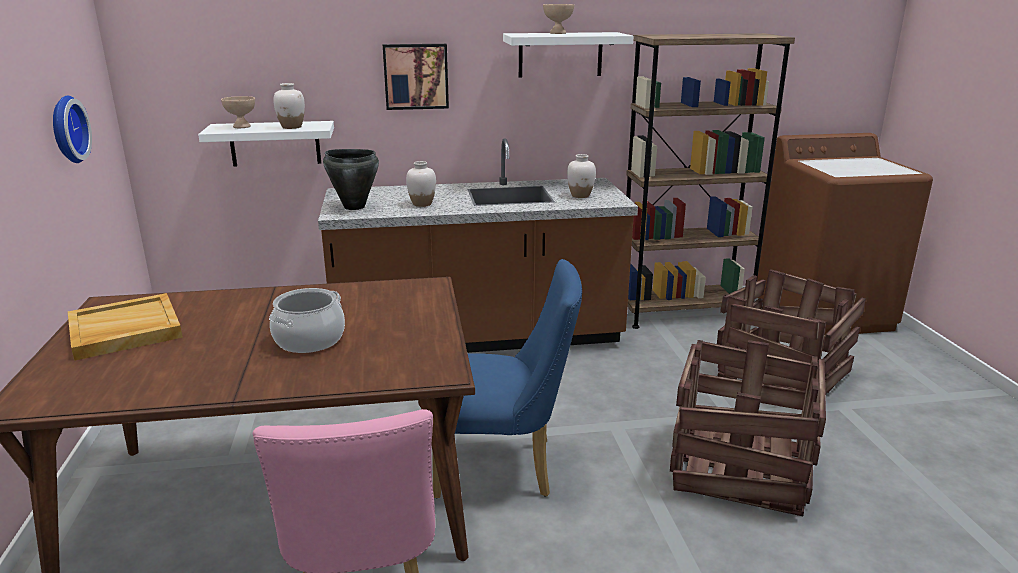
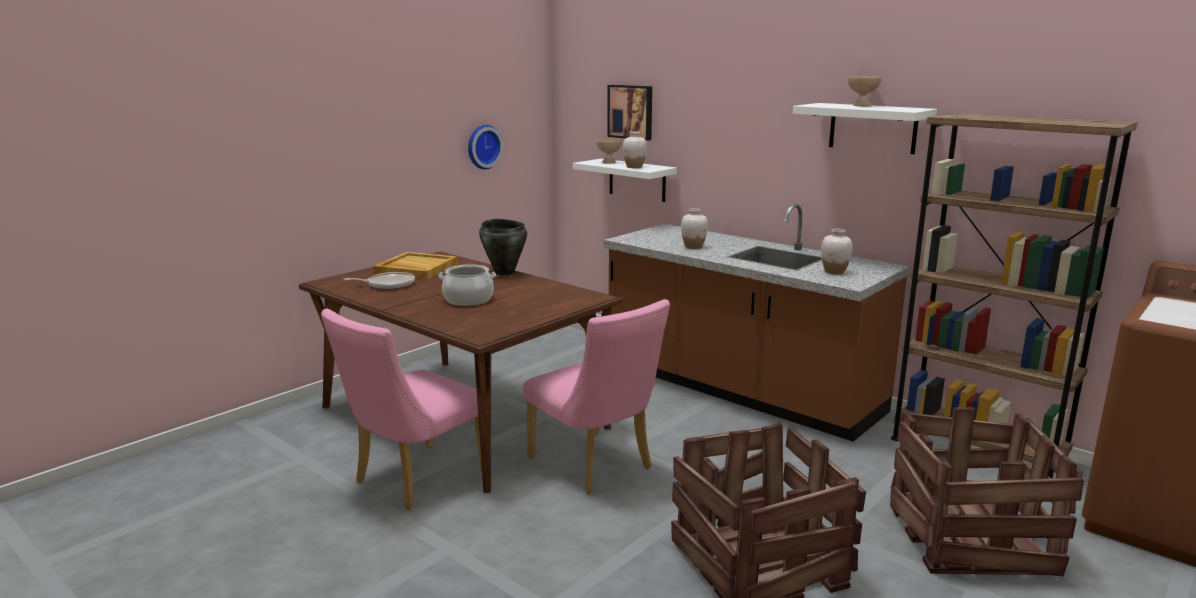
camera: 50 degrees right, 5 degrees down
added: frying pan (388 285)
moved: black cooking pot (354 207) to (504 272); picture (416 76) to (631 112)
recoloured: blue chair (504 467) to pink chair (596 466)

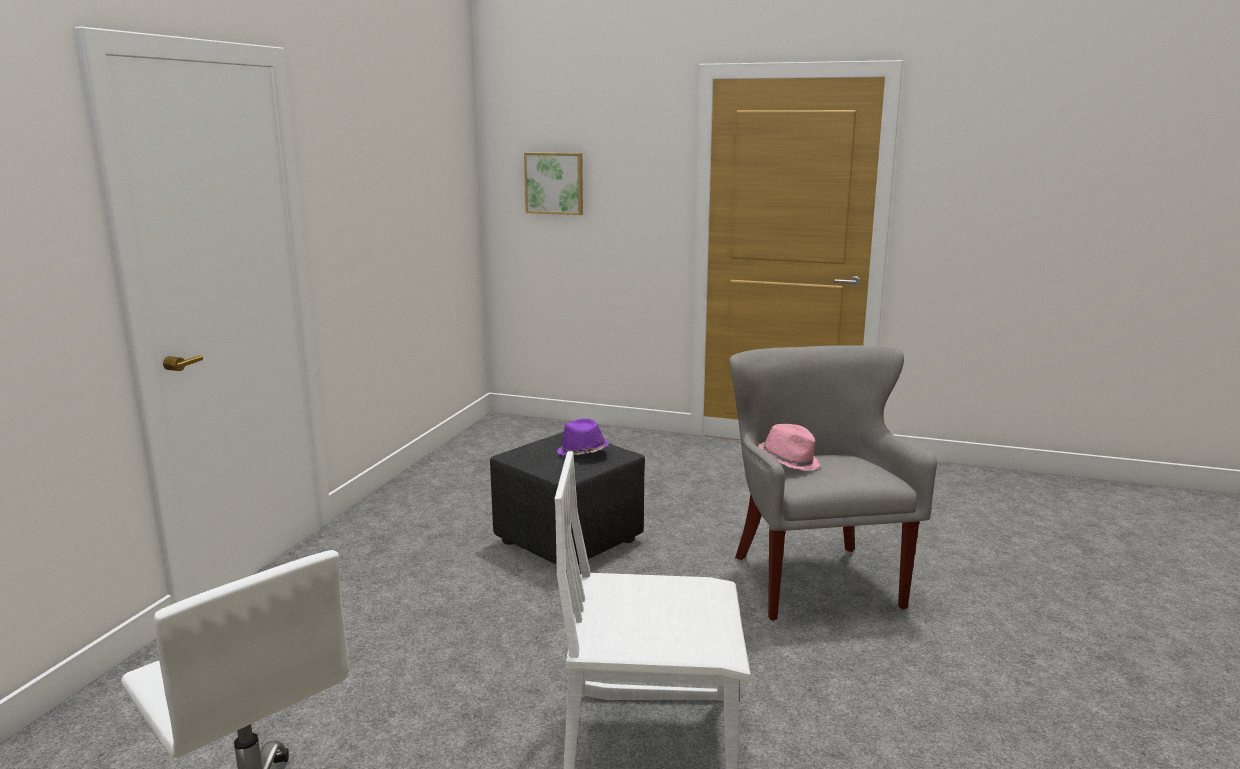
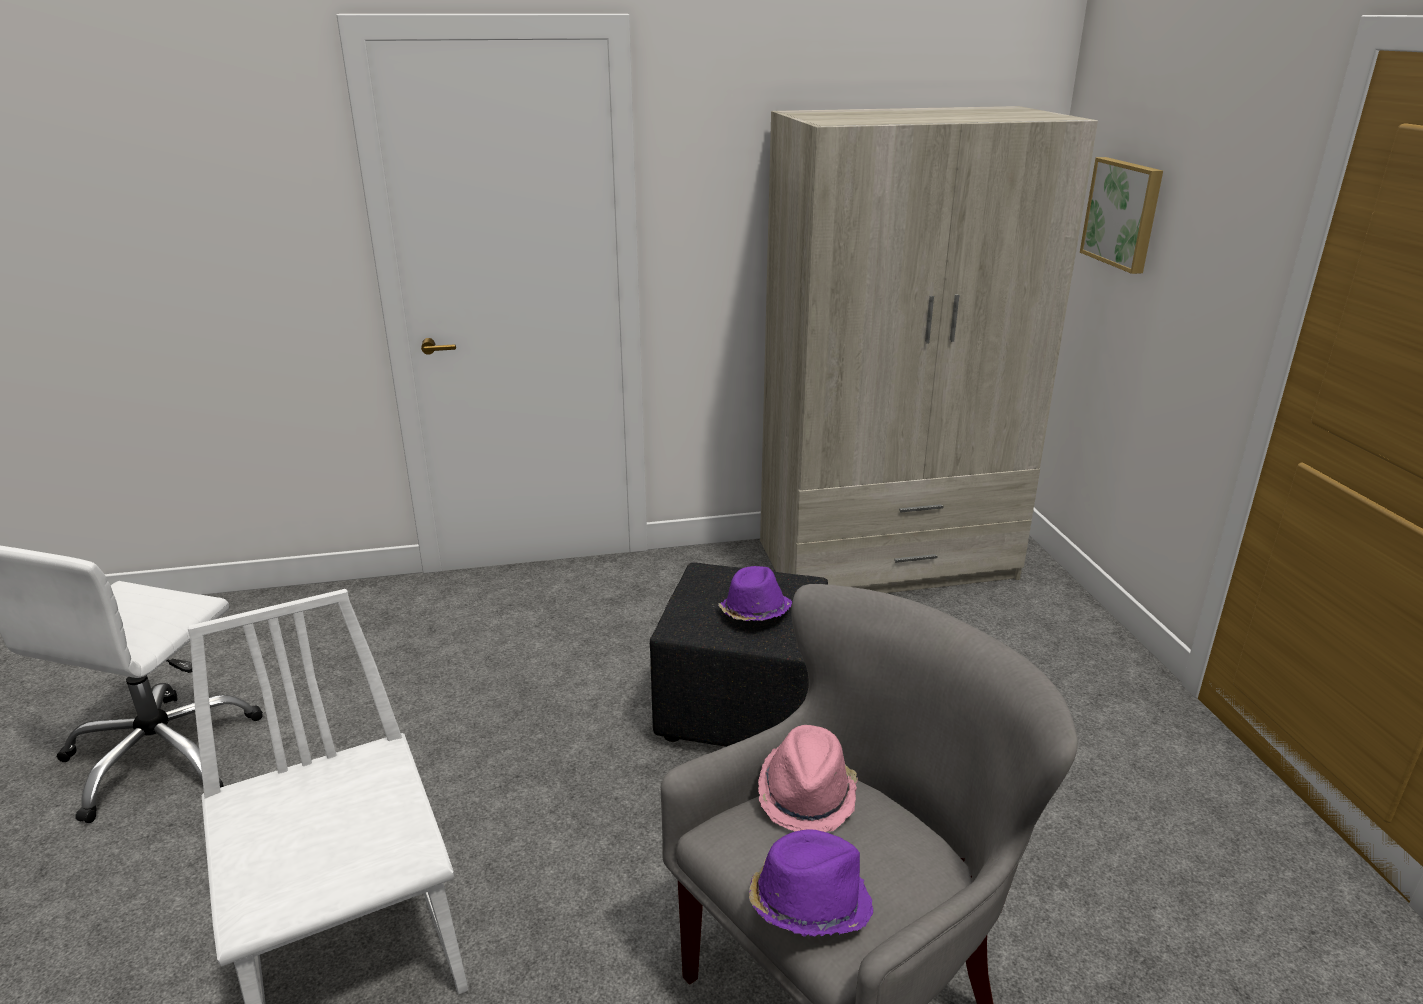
camera: 60 degrees right, 10 degrees up
added: purple hat (808 903); beige wardrobe (887 561)

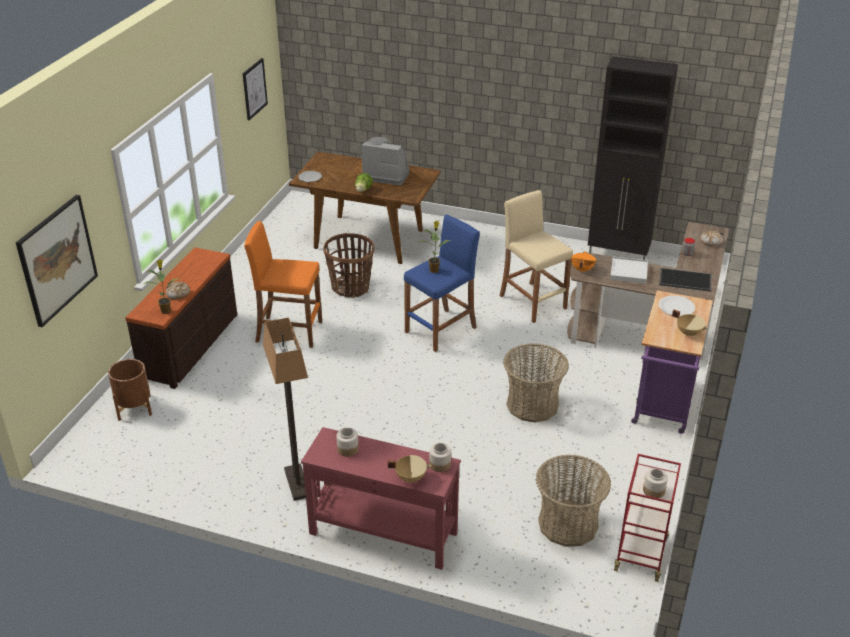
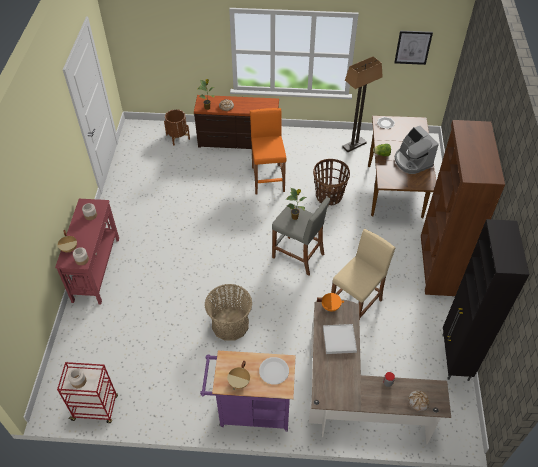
camera: 75 degrees right, 15 degrees up
removed: picture (57 259); basket (568 524); tray (684 280)
added: brown bookcase (438 265)
moved: floor lamp (297 483) to (354 145)
recoloured: blue stool (441 330) to grey stool (298 256)
turned: coffee machine (386 174) = (412 161) 150 degrees clockwise

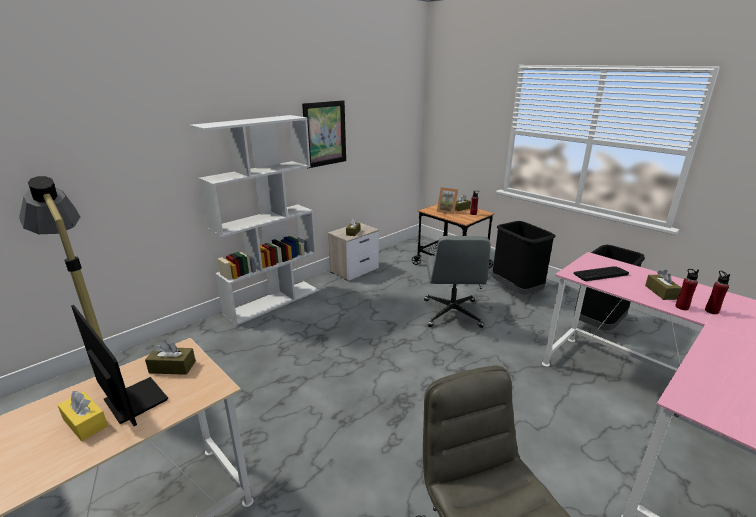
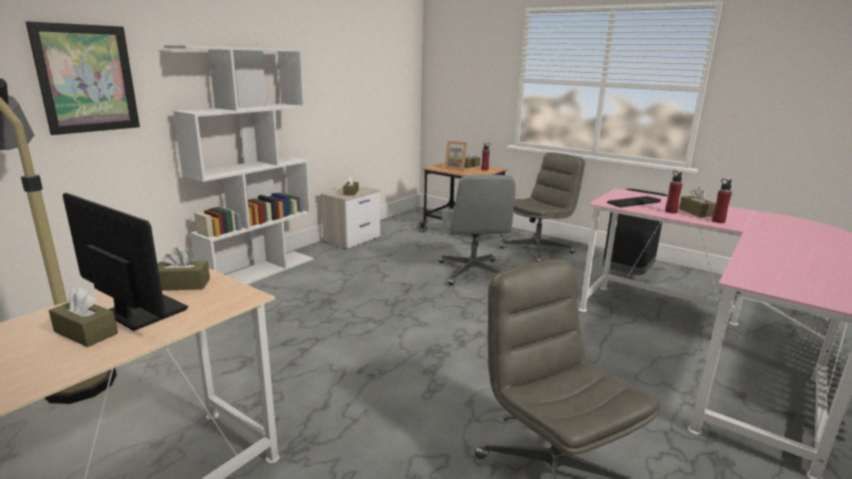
camera: 10 degrees left, 5 degrees down
moved: picture (325 134) to (87 79); red bottle (711 311) to (670 211)
replaced: black trash can (516 291) to grey office chair (537 250)
recoloured: yellow tissue box (85 423) to brown tissue box (86 333)

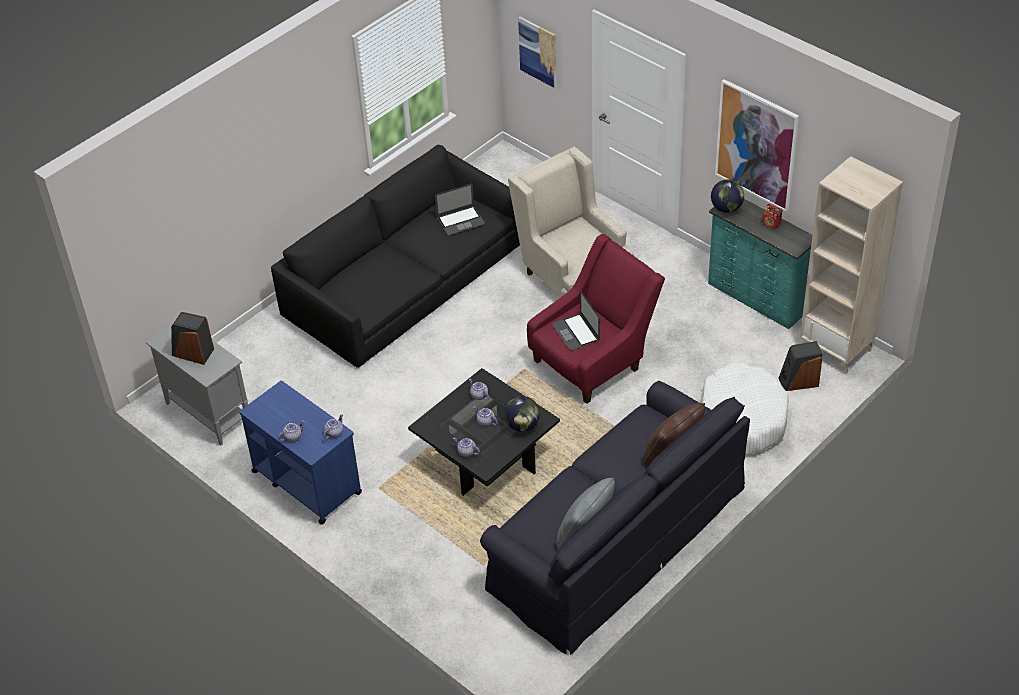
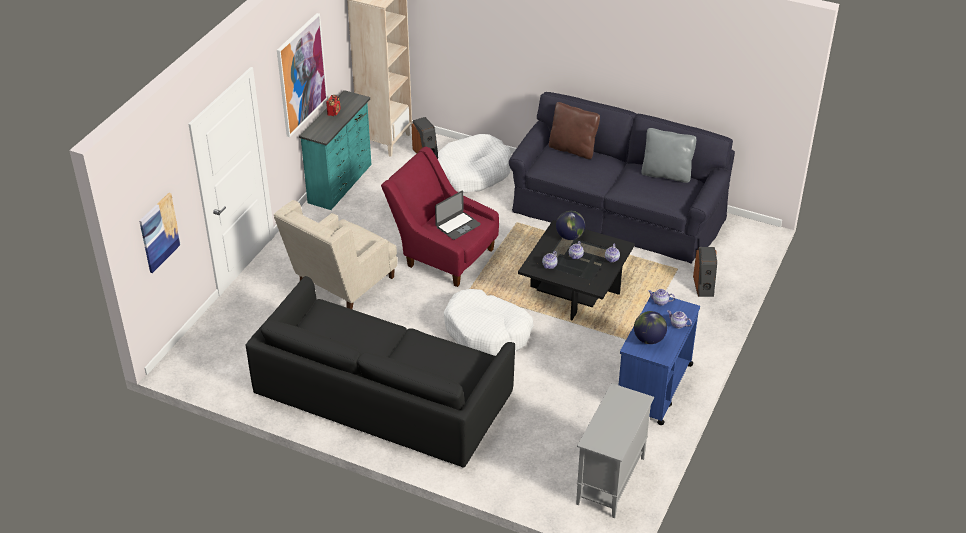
camera: 110 degrees left, 5 degrees down
removed: laptop (460 220)
added: white dog bed (487 331)
moved: speaker (193 353) to (704 286); globe (726 208) to (649 339)

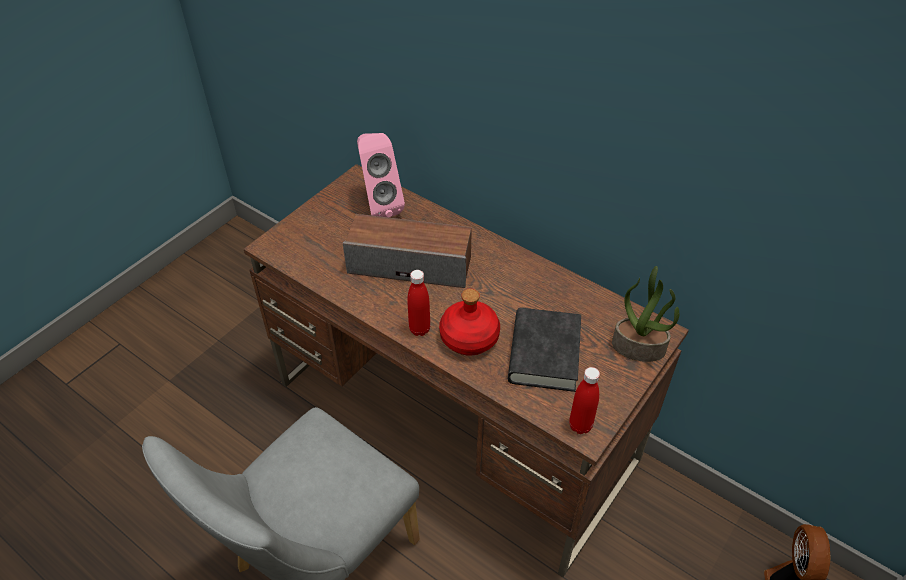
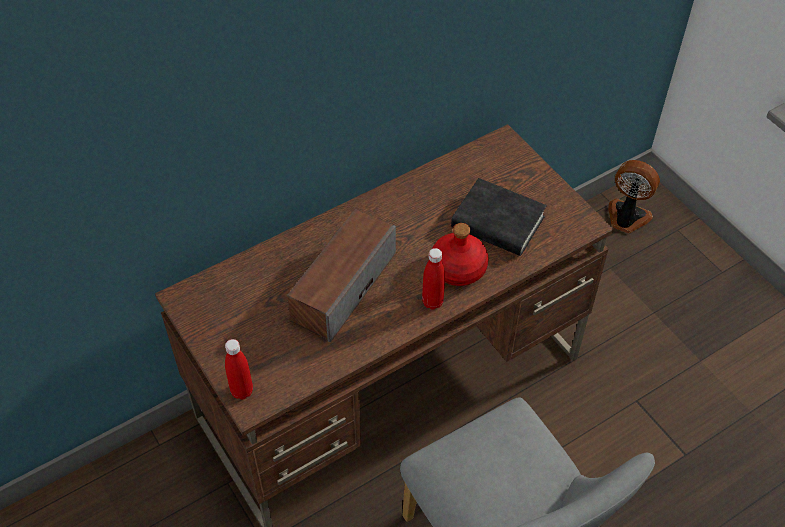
camera: 70 degrees left, 5 degrees up
removed: pink speaker (379 206); potted plant (639 347)
moved: red bottle (580 425) to (242 391)

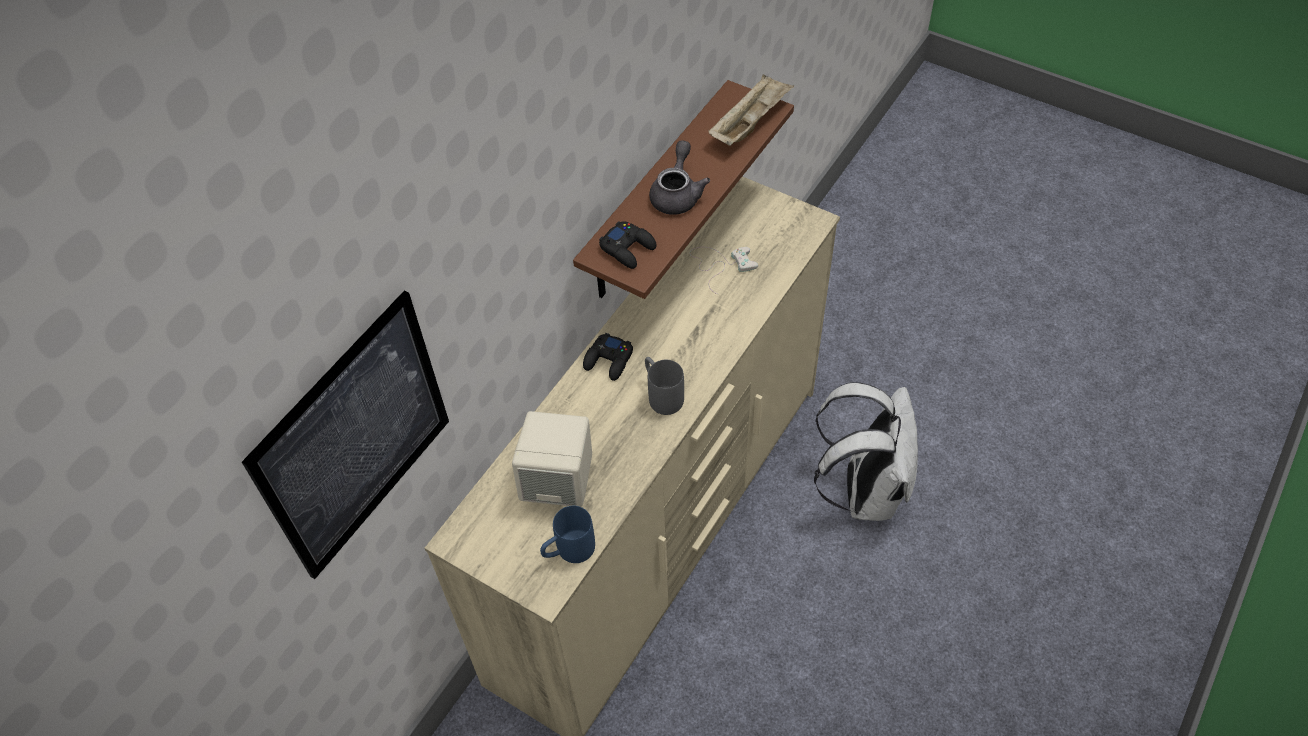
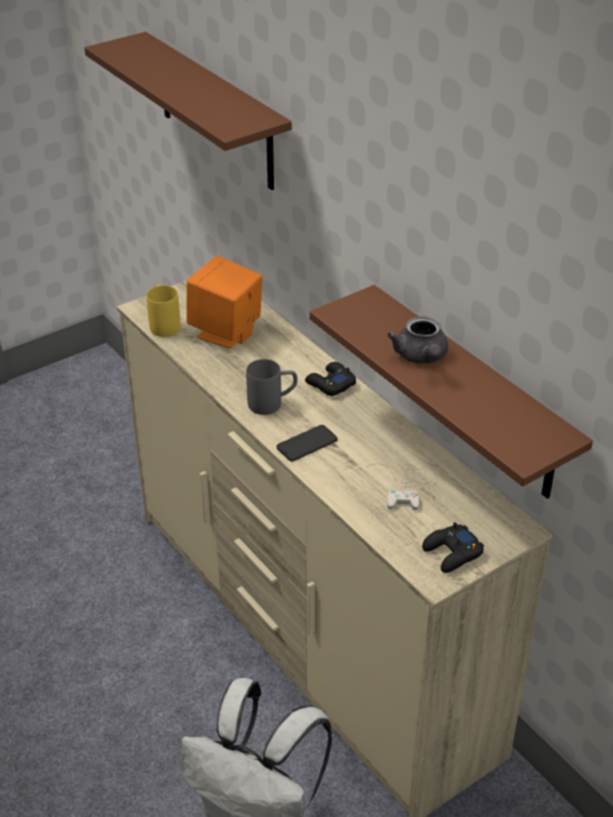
camera: 110 degrees right, 15 degrees down
removed: beige tray (750 123)
added: phone (307 444)
moved: black game controller (628 248) to (452 553)
replaced: picture (355 437) to brown shelf (215 112)
recoloured: beige speaker (559 483) to orange speaker (226 332); blue mug (568 552) to yellow mug (164 324)
turned: grey teapot (677 194) = (421 357) 45 degrees clockwise

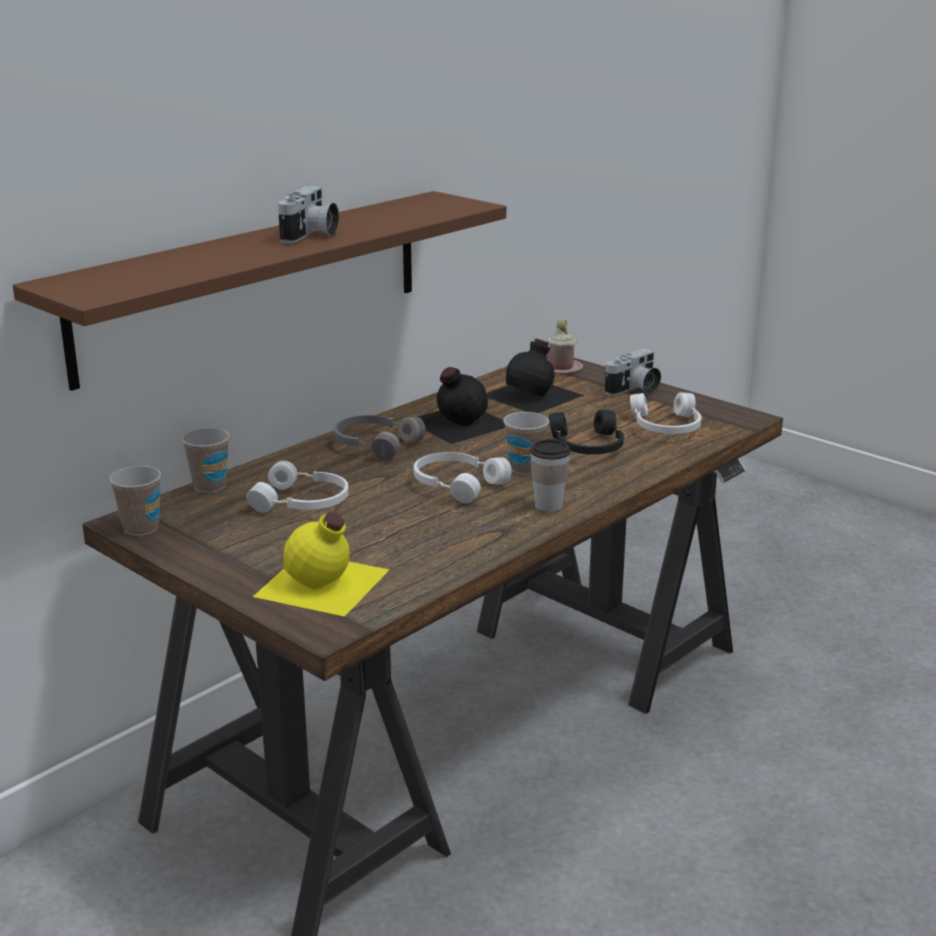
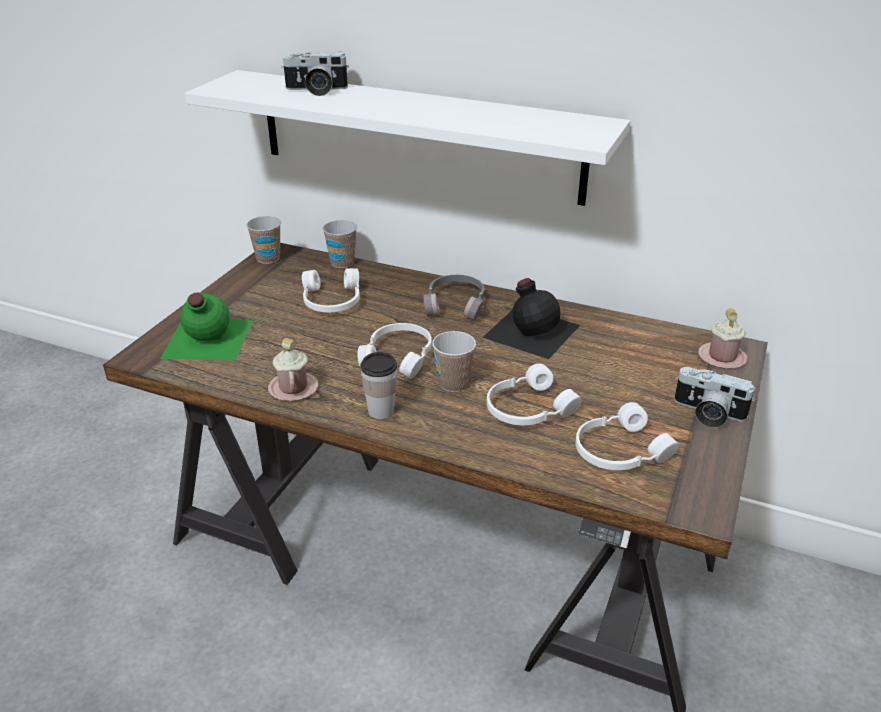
camera: 70 degrees right, 10 degrees up
removed: black bottle (534 395)
added: pink mug (293 388)
moved: photo camera (311 235) to (316 90)
recoloured: brown shelf (254 283) to white shelf (418 136); yellow bottle (323 584) to green bottle (206 339); black headphones (586 447) to white headphones (527 409)

